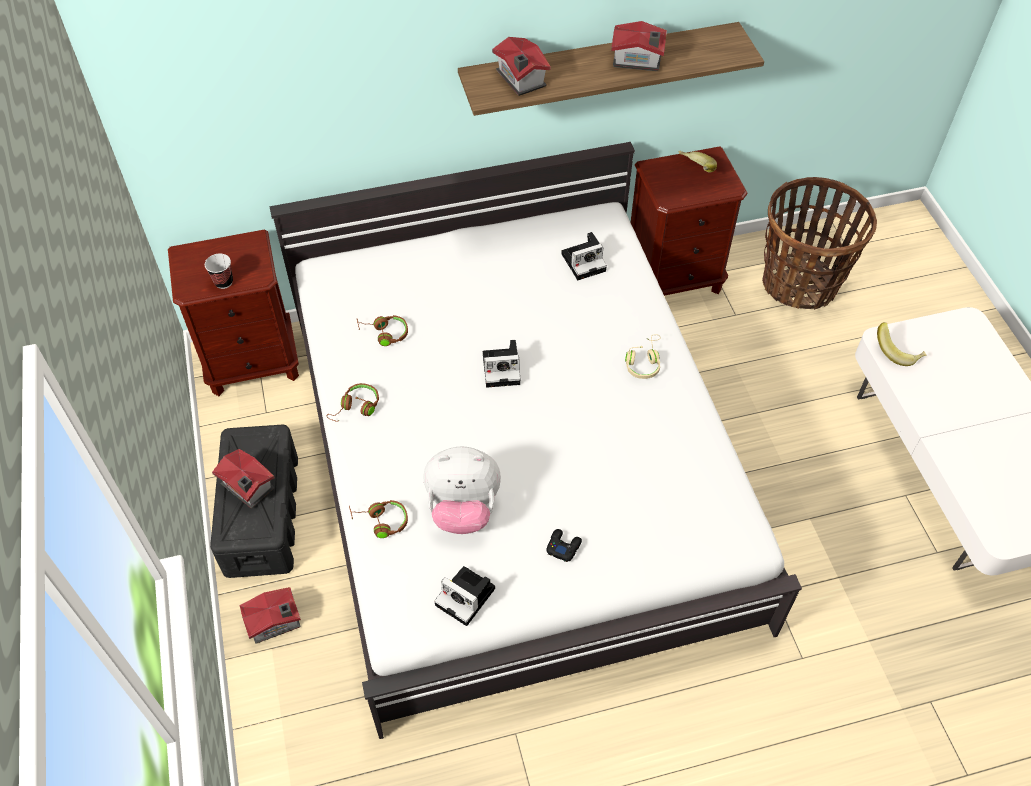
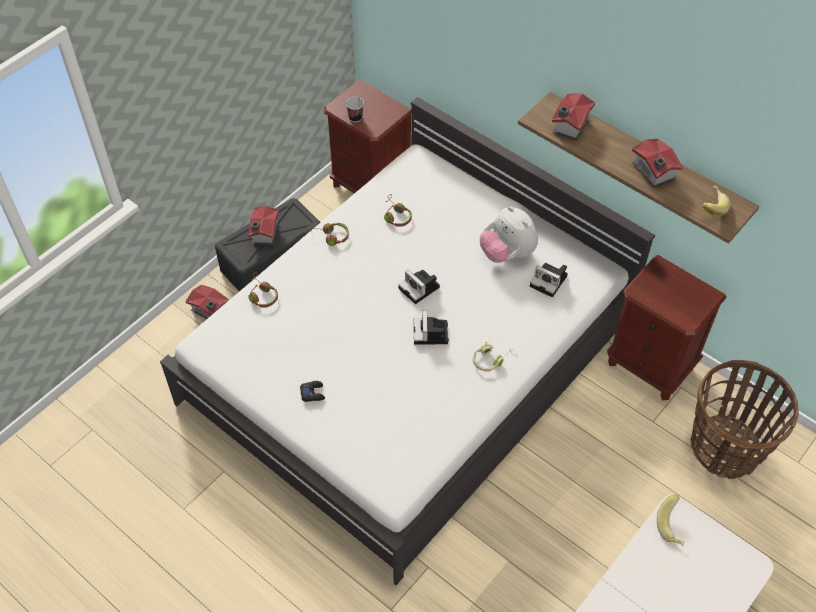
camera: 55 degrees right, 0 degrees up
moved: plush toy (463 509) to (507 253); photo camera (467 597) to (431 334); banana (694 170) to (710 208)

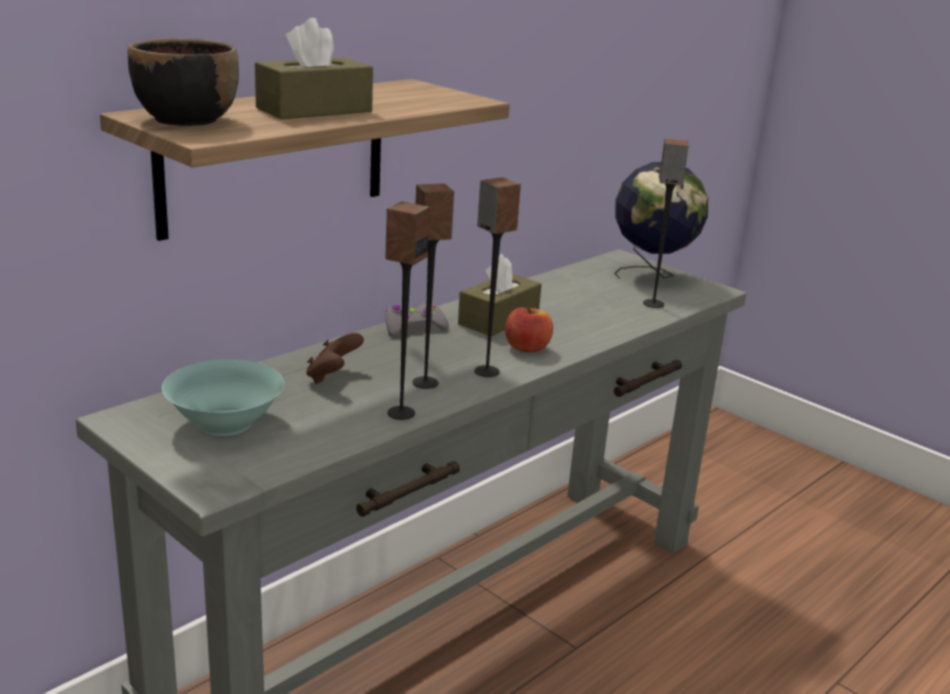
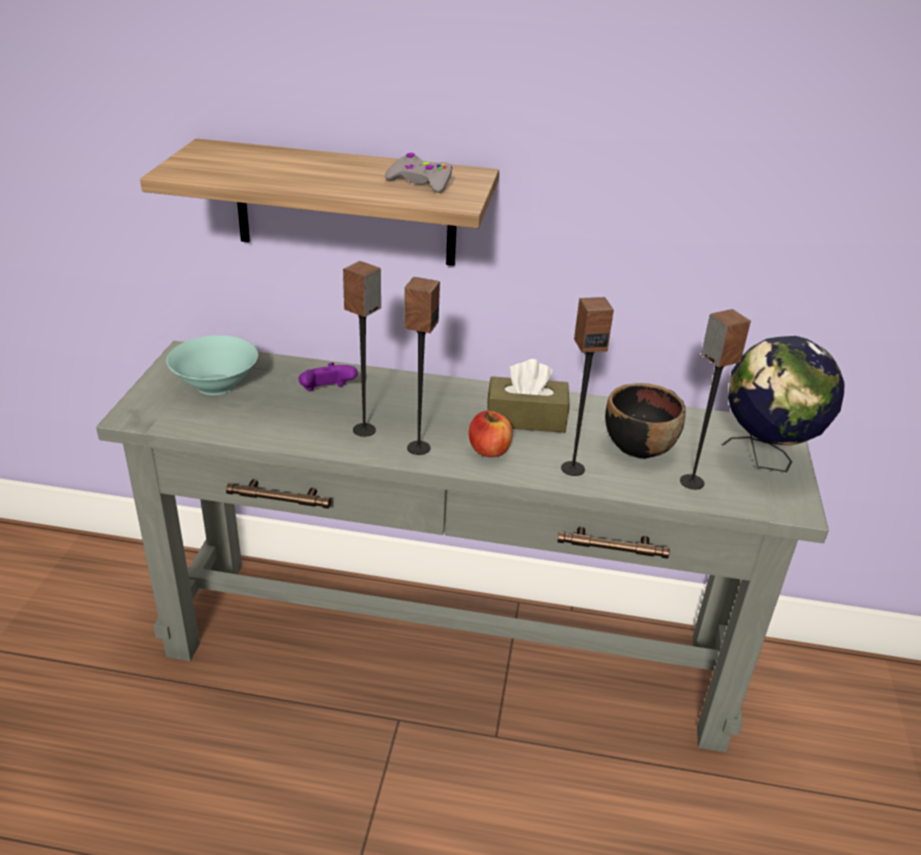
camera: 55 degrees right, 10 degrees up
removed: brown tissue box (314 110)
moved: black bowl (186 120) to (638 446); speaker (400 413) to (572 468); grey game controller (414 328) to (420 182)
recoloured: brown game controller (332 377) to purple game controller (327 392)

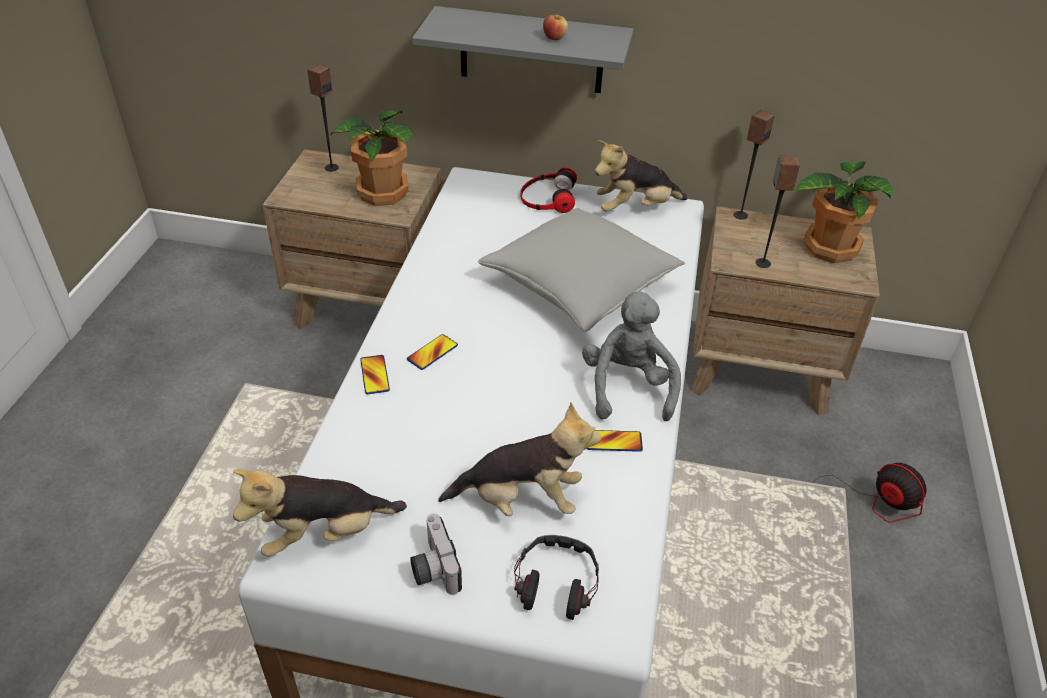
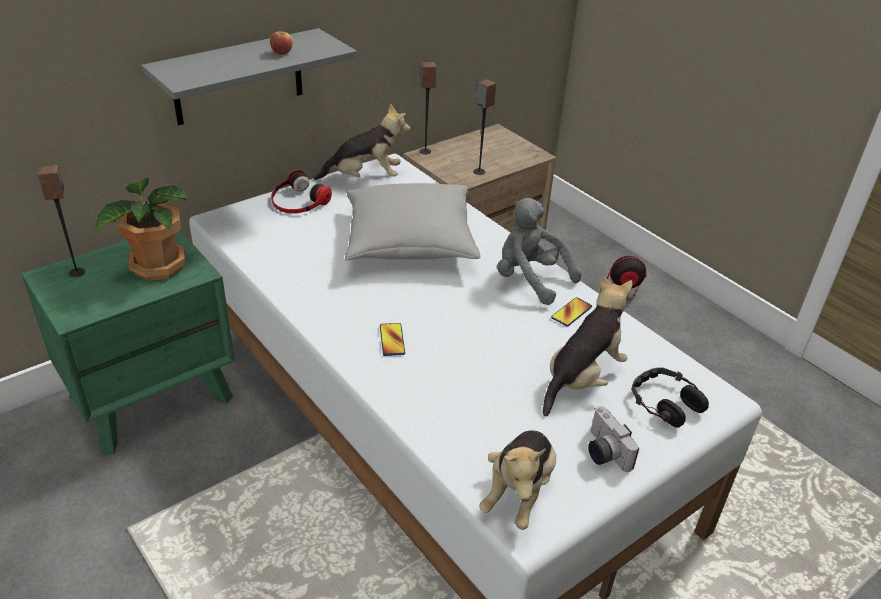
camera: 50 degrees left, 5 degrees down
removed: phone (374 375); potted plant (828 247)
recoloured: brown nightstand (369 306) to green nightstand (152 396)
turned: photo camera (432 567) = (603 452) 45 degrees clockwise; plush toy (635 208) = (365 177) 120 degrees counterclockwise

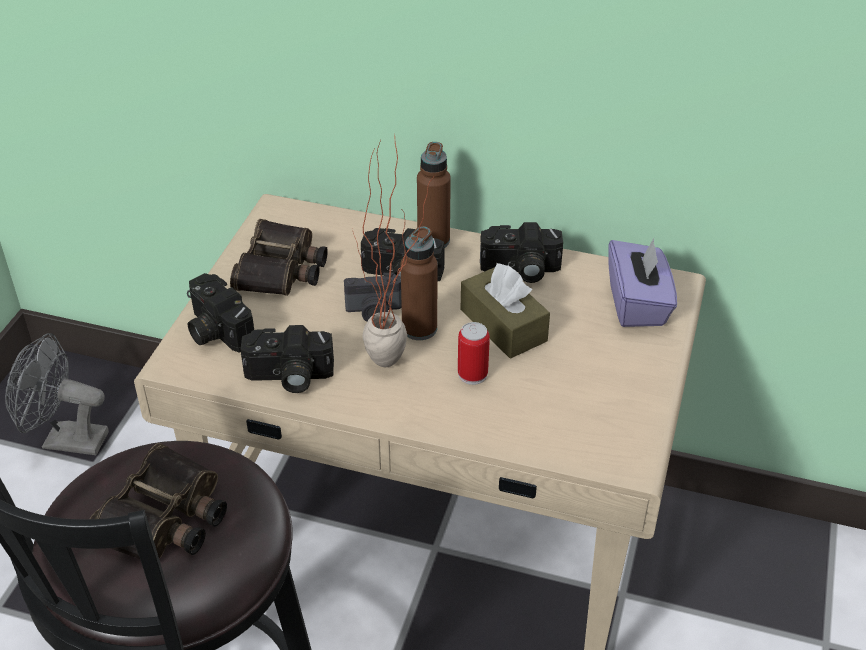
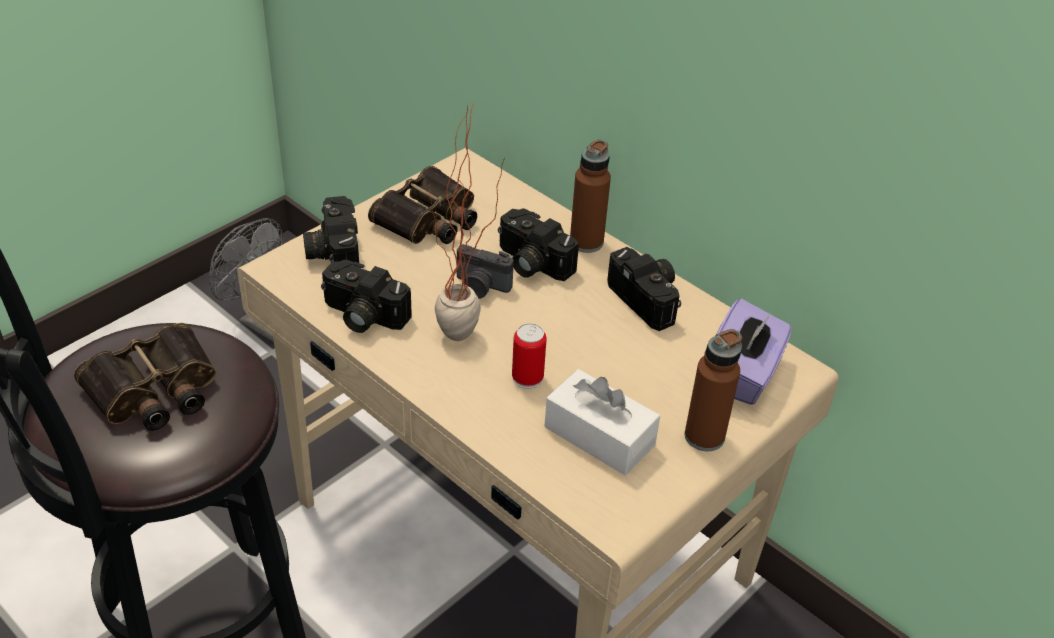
camera: 25 degrees right, 0 degrees up
removed: brown tissue box (503 325)
added: white tissue box (599 436)
moved: brown bottle (419 328) to (704 436)
turned: photo camera (520 270) = (649 299) 150 degrees counterclockwise

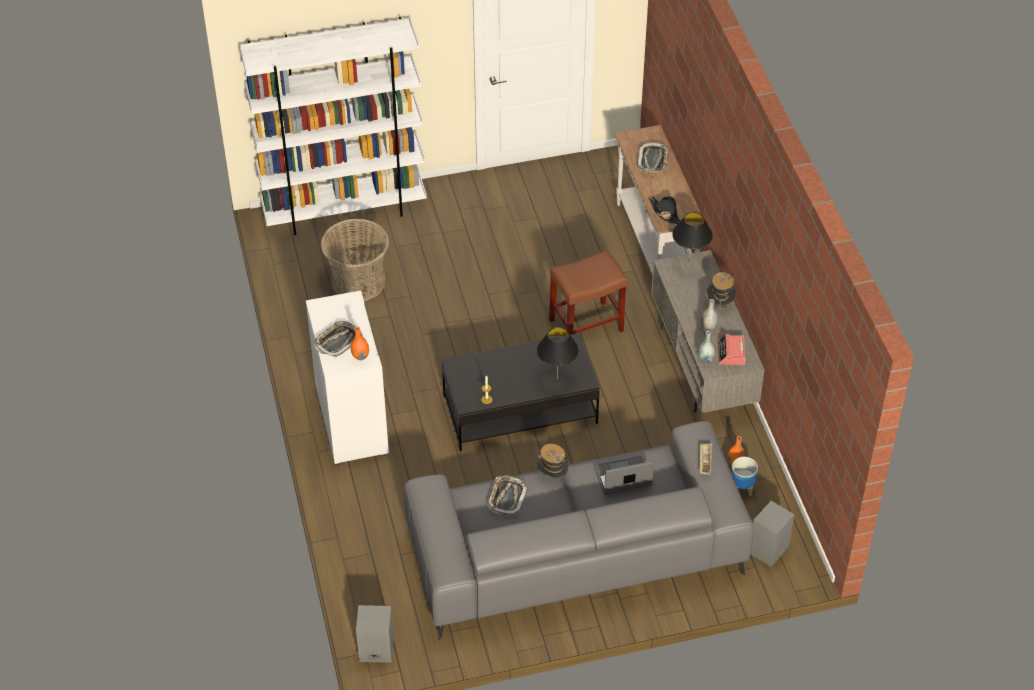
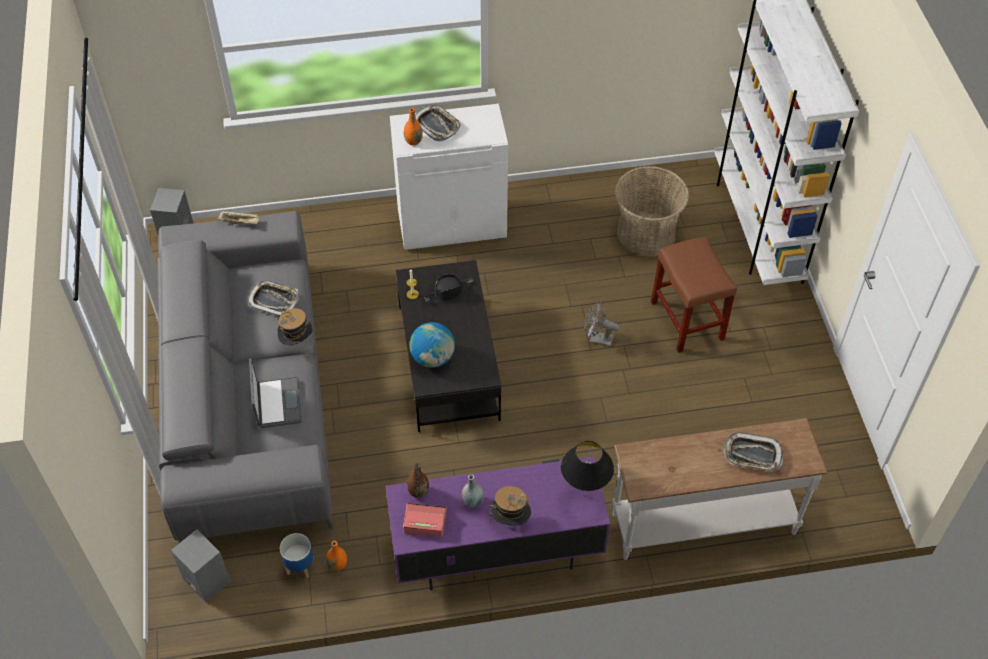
camera: 95 degrees right, 5 degrees up
added: grey fan (597 339)
moved: brown stool (587 324) to (688 321); black hat (665 213) to (449 292); beige tray (705 462) to (240 222)
replaced: black table lamp (556 379) to globe (433 358)
recoloured: grey tv stand (703 365) to purple tv stand (495 551); grey vase (706 359) to brown vase (418 491)

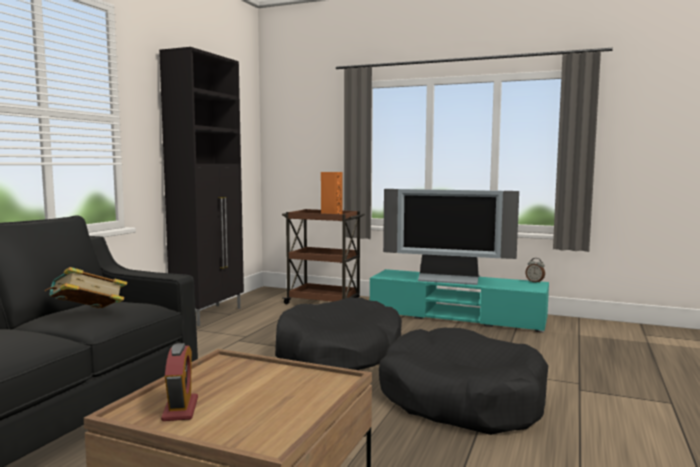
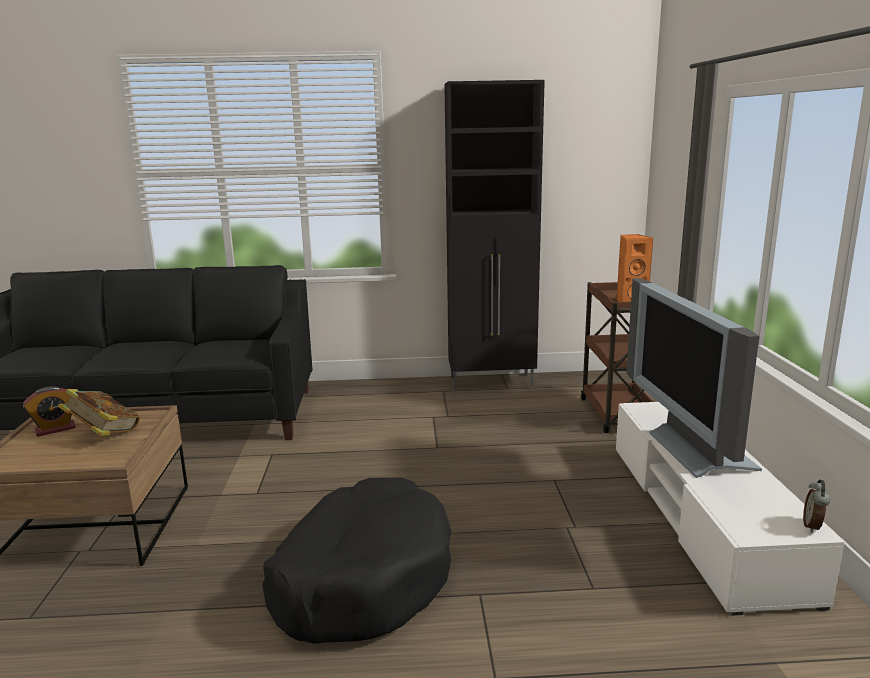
camera: 65 degrees right, 10 degrees up
removed: black dog bed (338 354)
moved: book (87 314) to (104 435)
recoloured: turquoise tv stand (456 316) to white tv stand (702 516)

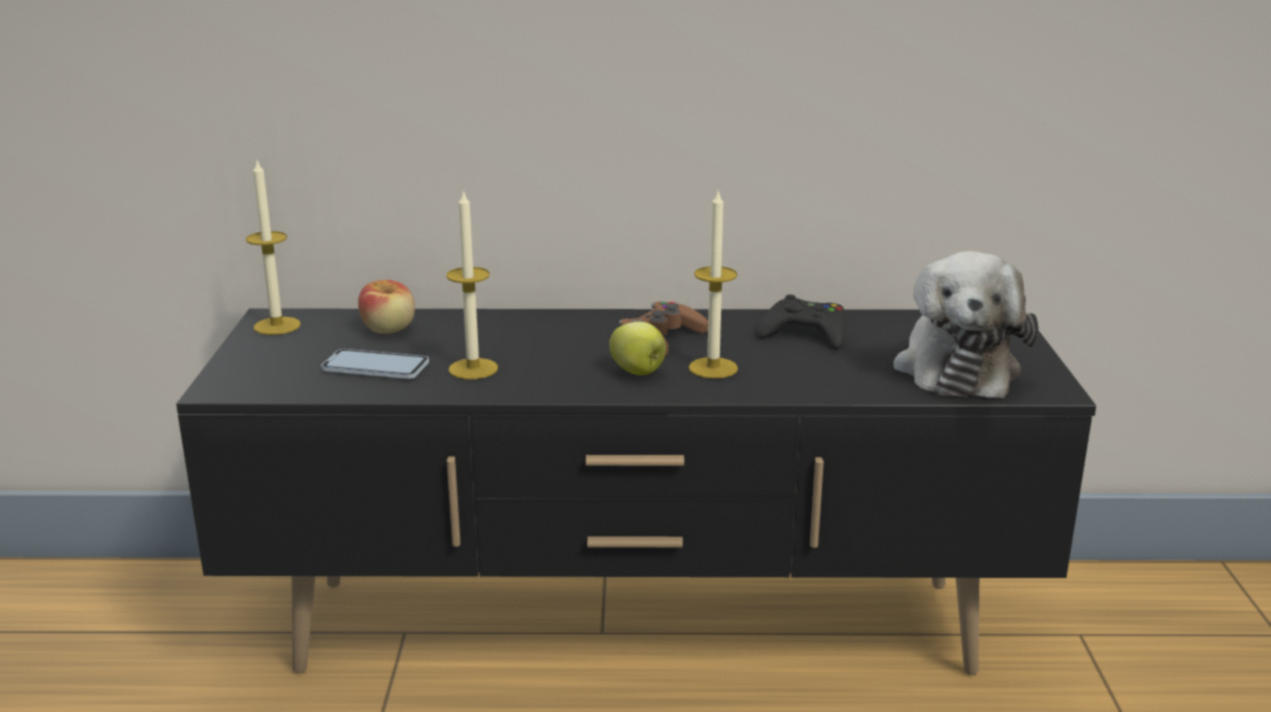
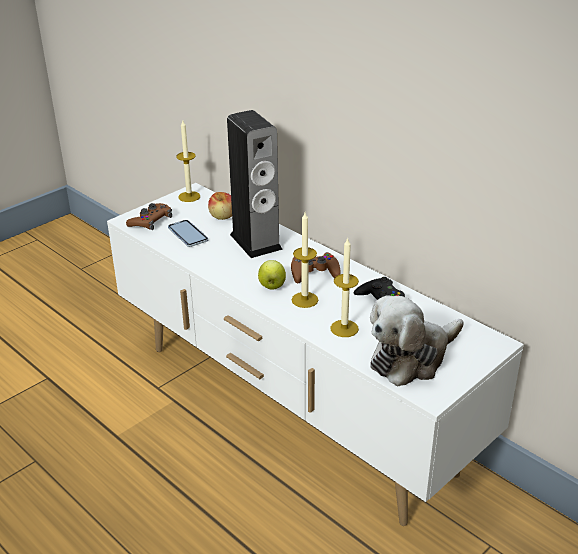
camera: 45 degrees right, 10 degrees up
added: brown game controller (150 221); speaker (255 242)
moved: candle (473 369) to (344 328)
recoloured: black tv stand (637 630) to white tv stand (292 409)

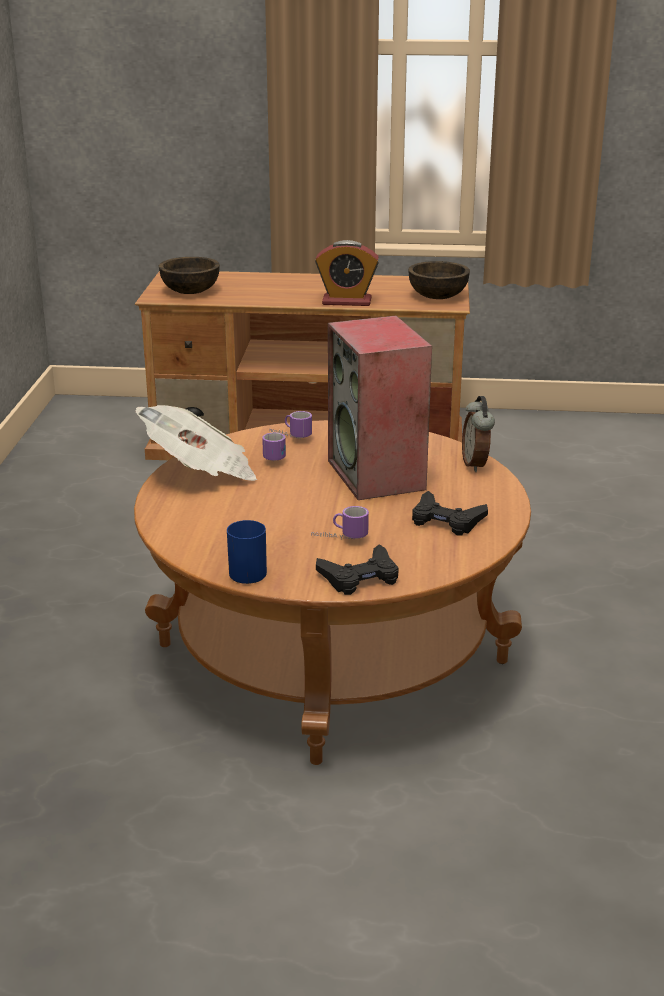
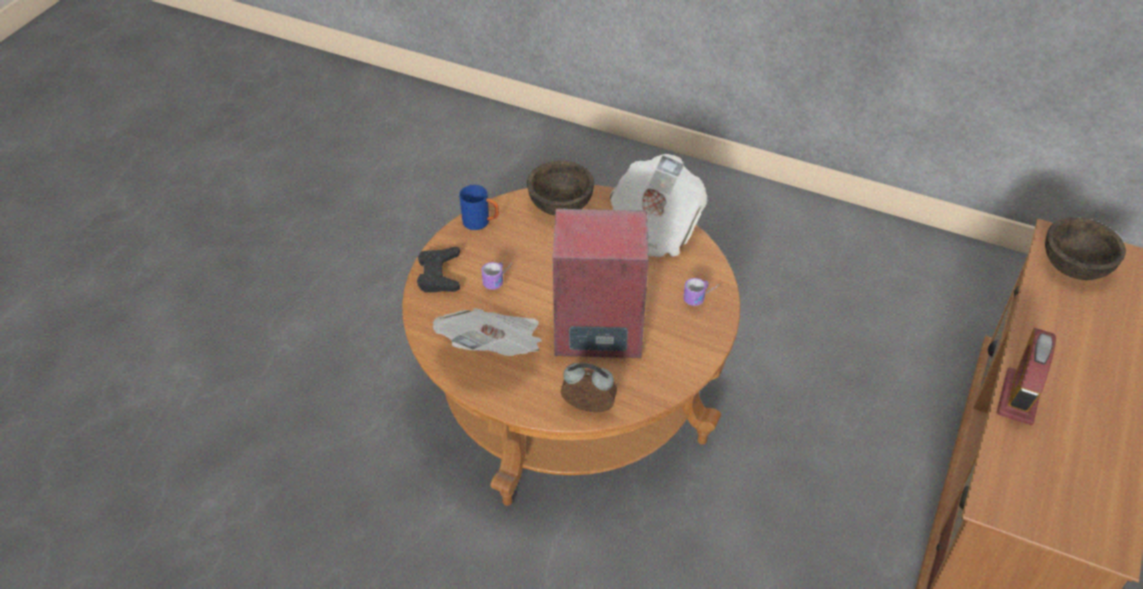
camera: 110 degrees right, 20 degrees up
removed: mug (276 456)
moved: brown bowl (437 297) to (560 205)
replaced: black game controller (446 520) to newspaper (494 350)

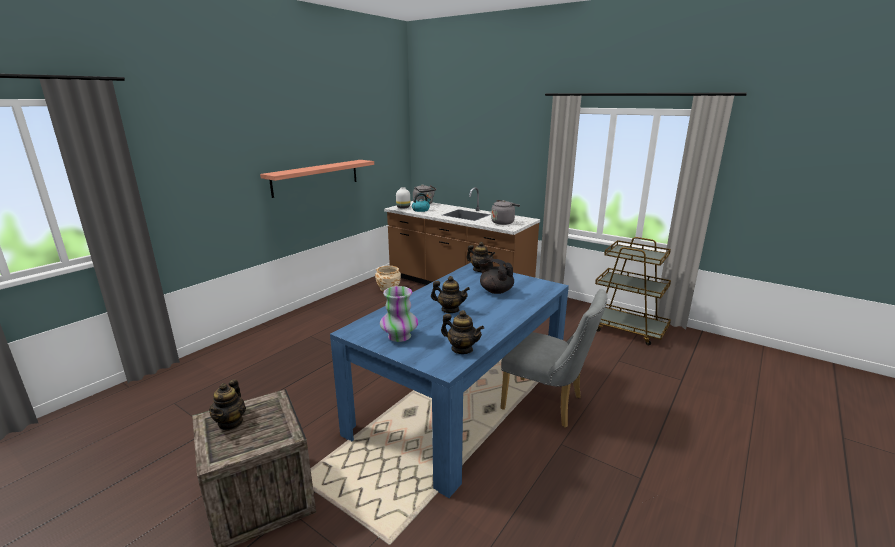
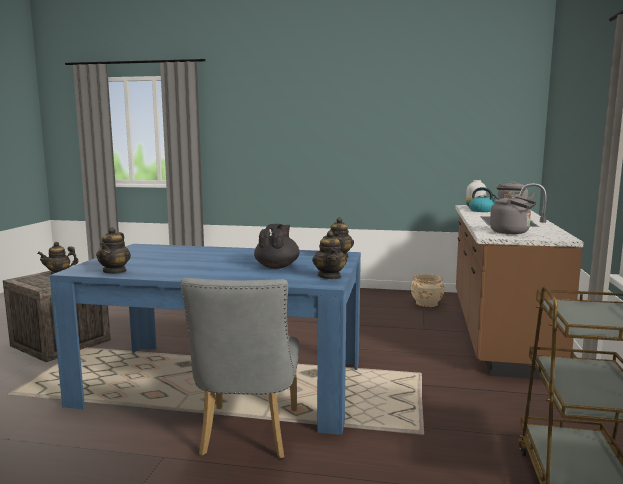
camera: 65 degrees right, 10 degrees down
removed: shelf (316 177); vase (399 336)
moved: teapot (450 310) to (330 276)

